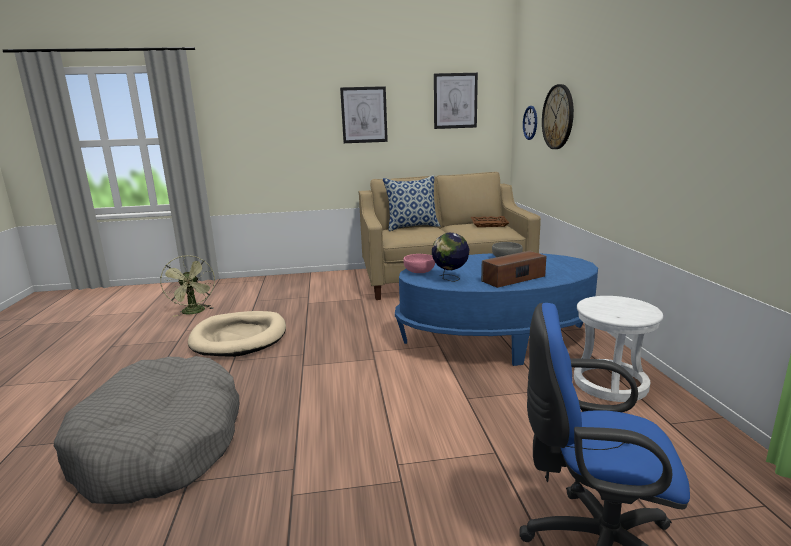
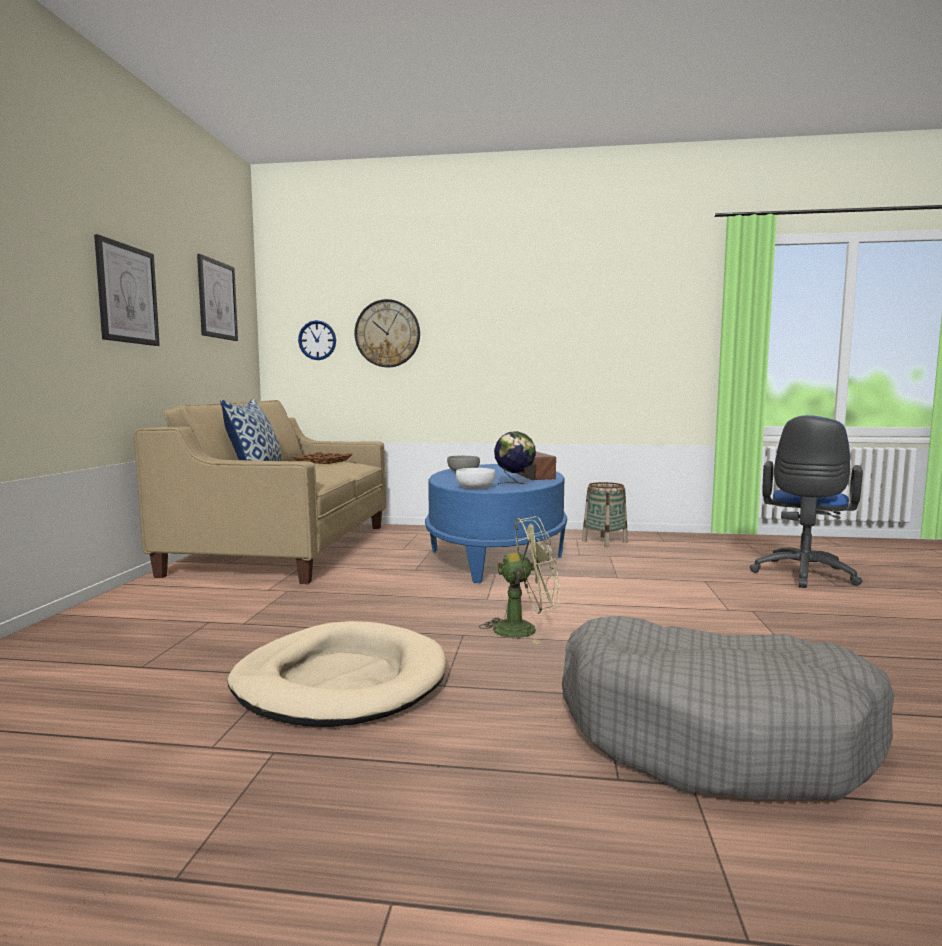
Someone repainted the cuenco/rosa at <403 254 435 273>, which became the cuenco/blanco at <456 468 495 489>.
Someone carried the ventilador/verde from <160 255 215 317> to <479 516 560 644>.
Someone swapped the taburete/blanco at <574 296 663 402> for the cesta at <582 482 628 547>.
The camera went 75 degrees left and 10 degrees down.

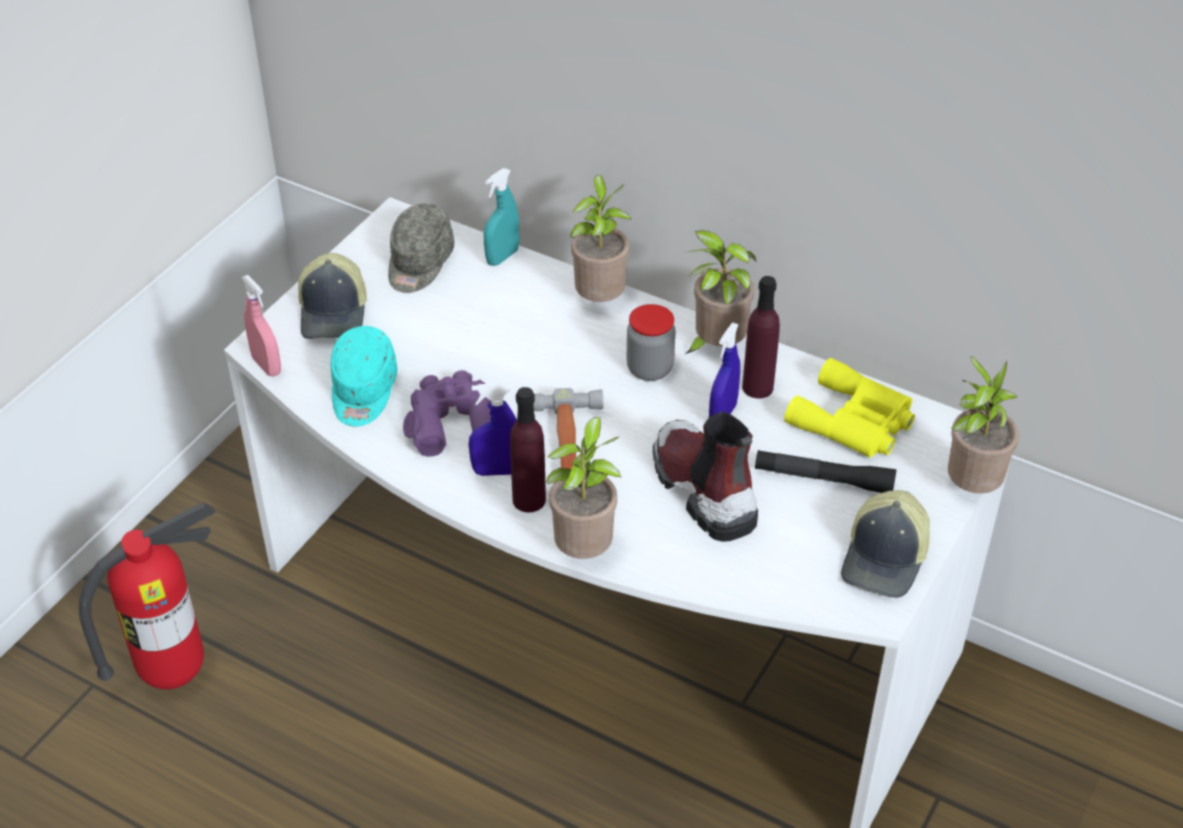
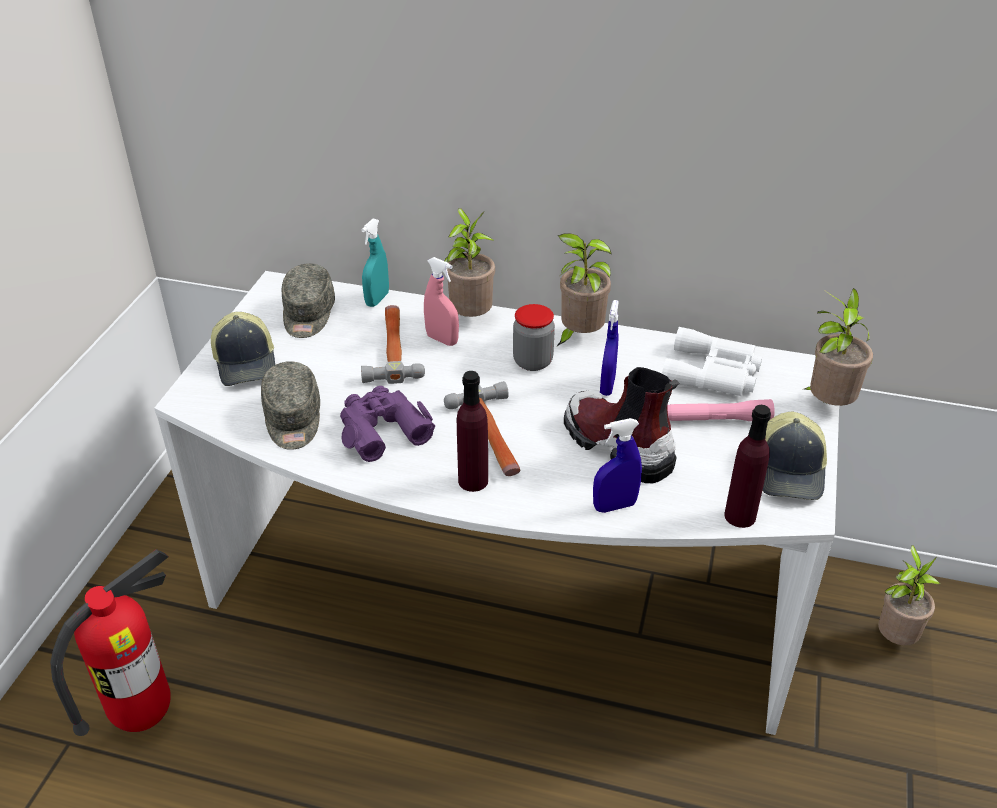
Someone carried the pulverizador/rosa from <242 275 281 376> to <424 257 459 346>.
Someone carried the botella/morado from <742 276 780 398> to <724 405 771 528>.
Someone repainted the gorra/turquesa at <331 326 397 426>, which became the gorra/gris at <261 361 320 450>.
Someone repainted the prismáticos/amarillo at <784 358 915 458>, which became the prismáticos/blanco at <662 327 762 396>.
Someone carried the pulverizador/azul from <469 384 517 476> to <593 418 642 513>.
Someone carried the planta en maceta from <546 417 621 559> to <878 545 940 645>.
Someone repainted the linterna/negro at <755 450 897 493>, which became the linterna/rosa at <667 399 775 421>.
Someone put down the martillo at <361 305 425 384>.
The camera went 15 degrees left and 5 degrees down.

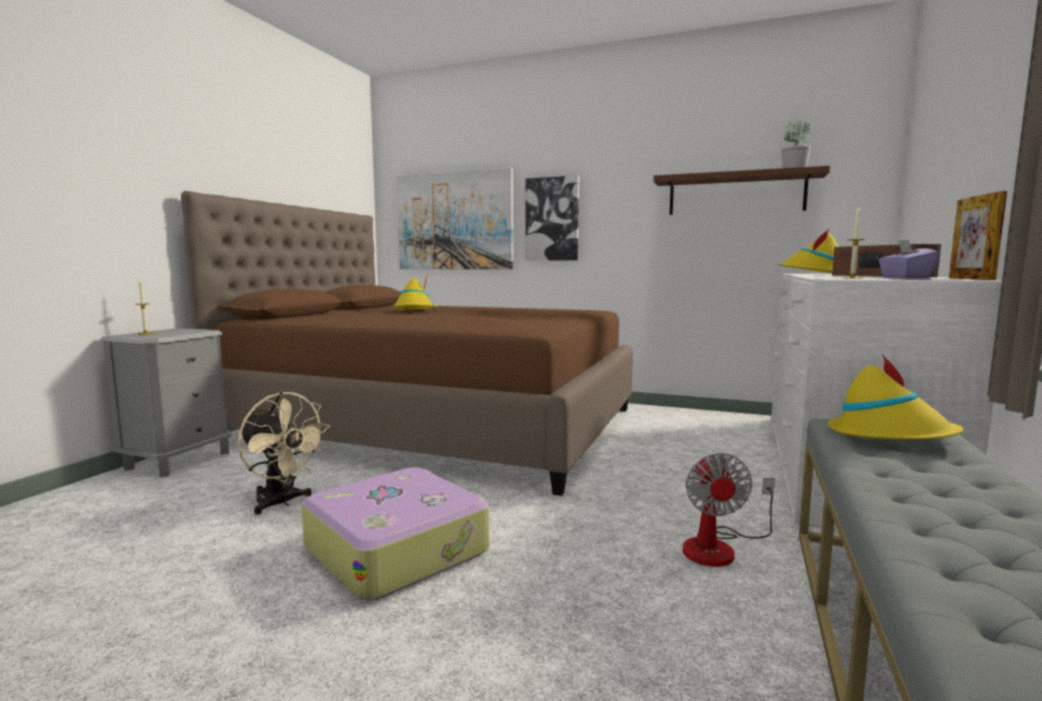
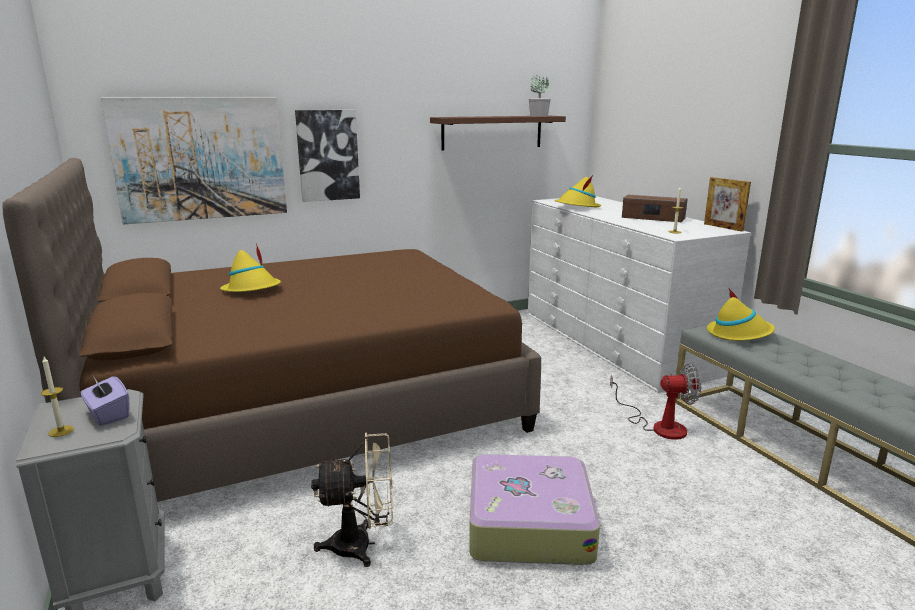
Someone carried the caja de pañuelos/morado from <879 240 939 279> to <80 374 130 426>.
Someone rotated the ventilador at <683 453 775 567> by 45 degrees counterclockwise.
The camera went 45 degrees left and 10 degrees up.

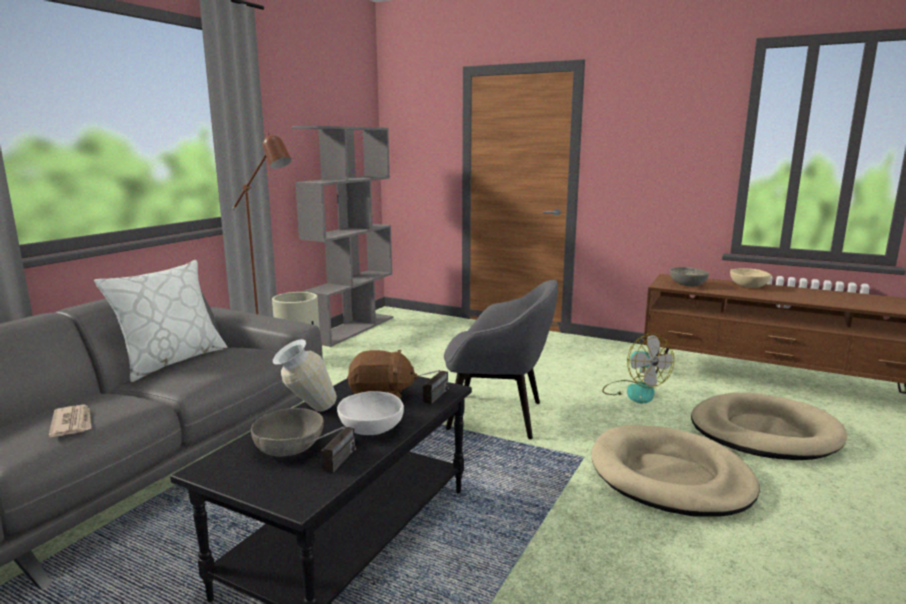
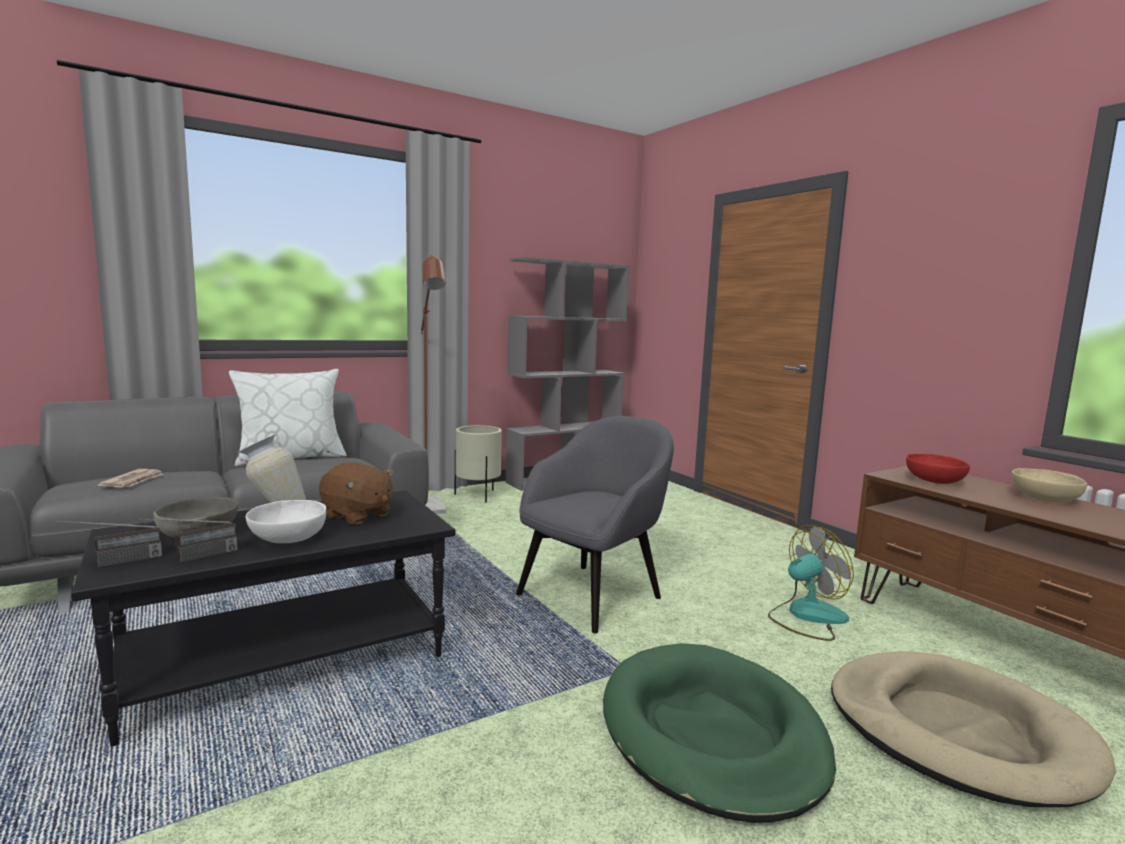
Someone repainted the cuenco/gris at <670 267 709 286>, which became the cuenco/rojo at <906 454 970 484>.
Someone rotated the sillón/gris at <444 280 558 439> by 90 degrees counterclockwise.
Someone rotated the ventilador at <602 333 674 403> by 120 degrees counterclockwise.
Someone carried the radio from <413 370 449 404> to <54 520 163 567>.
Someone repainted the cama para perro/beis at <592 425 759 517>, which became the cama para perro/verde at <603 643 836 823>.
The camera went 30 degrees right and 5 degrees down.

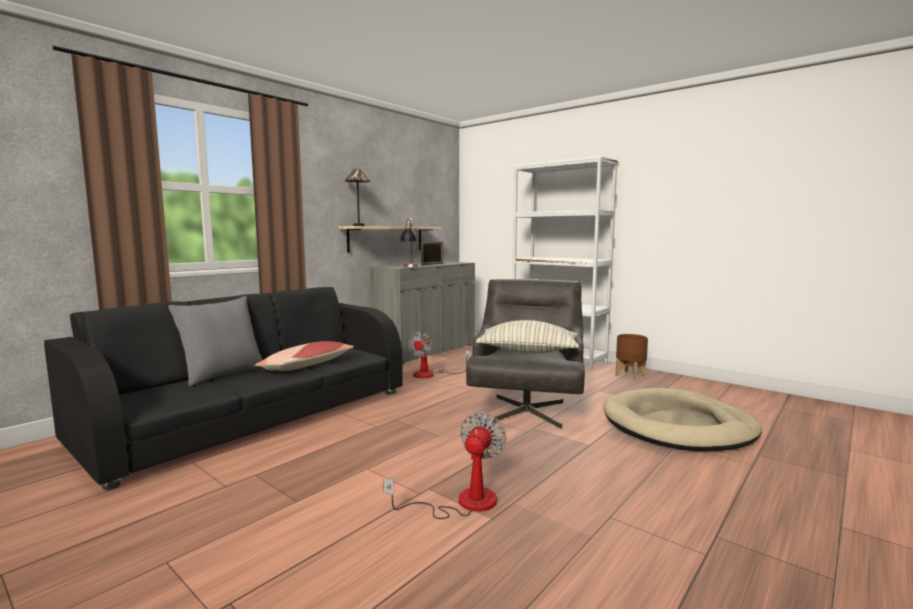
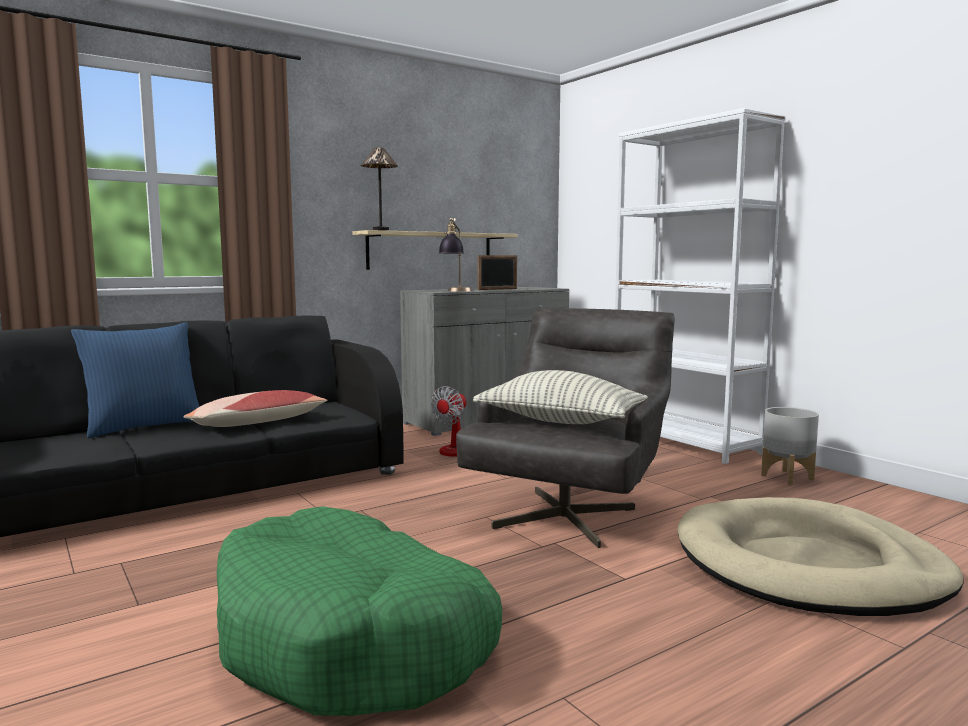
Someone repainted the cojín/gris at <168 296 263 386>, which became the cojín/azul at <71 322 200 438>.
Someone repainted the maceta/marrón at <616 334 648 380>, which became the maceta/gris at <761 407 819 485>.
Someone swapped the ventilador at <383 412 506 519> for the cama para perro/verde at <217 506 502 716>.
The camera went 15 degrees right and 0 degrees up.

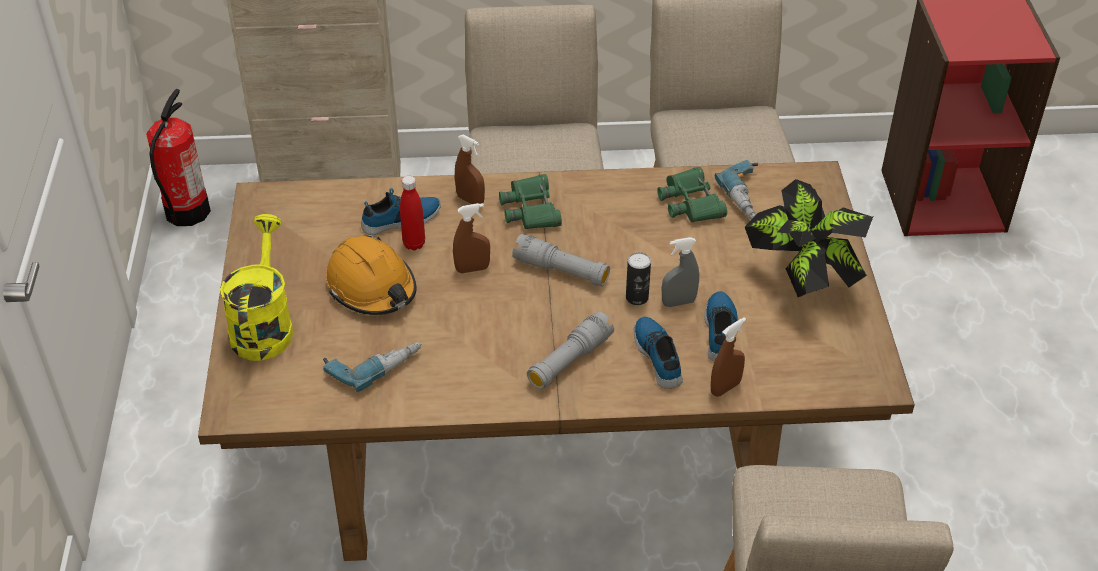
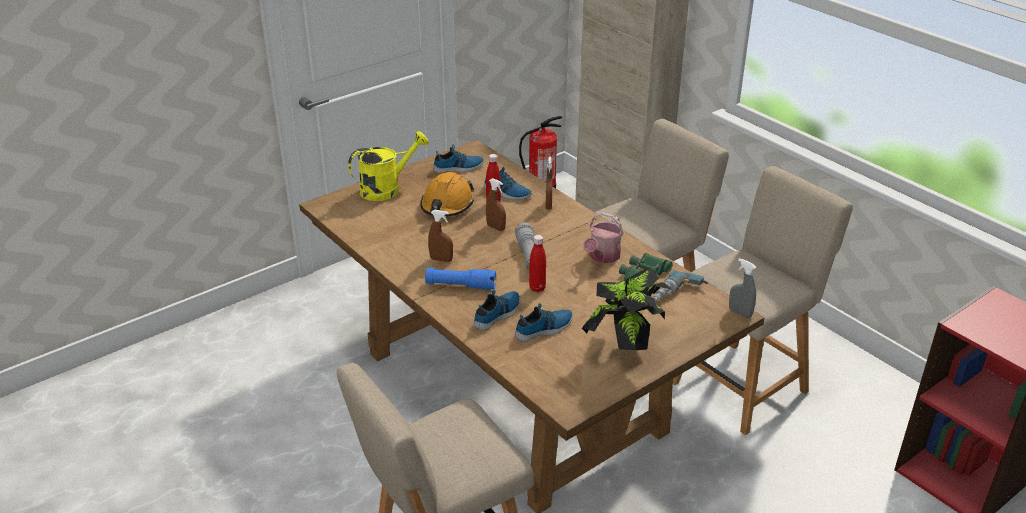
Someone took away the prismáticos/verde at <499 174 562 229>.
Someone carried the pulverizador/gris from <662 237 699 307> to <729 258 756 318>.
Someone swapped the lata at <626 252 651 305> for the botella/rojo at <529 235 546 292>.
Someone repainted the linterna/gris at <527 312 614 389>, which became the linterna/azul at <425 267 496 290>.
Someone carried the pulverizador/marrón from <711 317 746 396> to <428 210 453 262>.
Someone took away the taladro at <323 342 422 392>.
Someone put down the zapato at <433 145 484 173>.
Someone put down the regadera at <583 212 623 263>.
The camera went 55 degrees right and 10 degrees down.

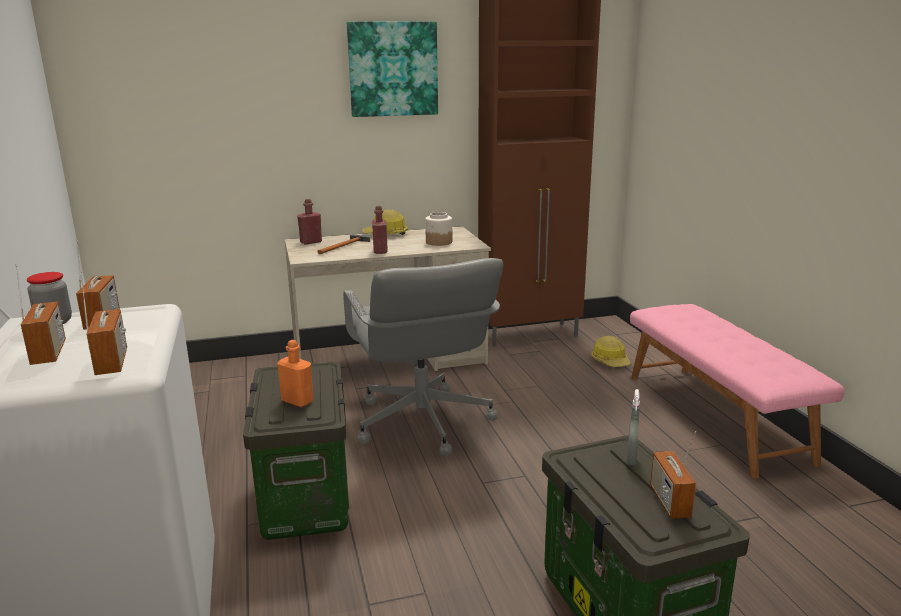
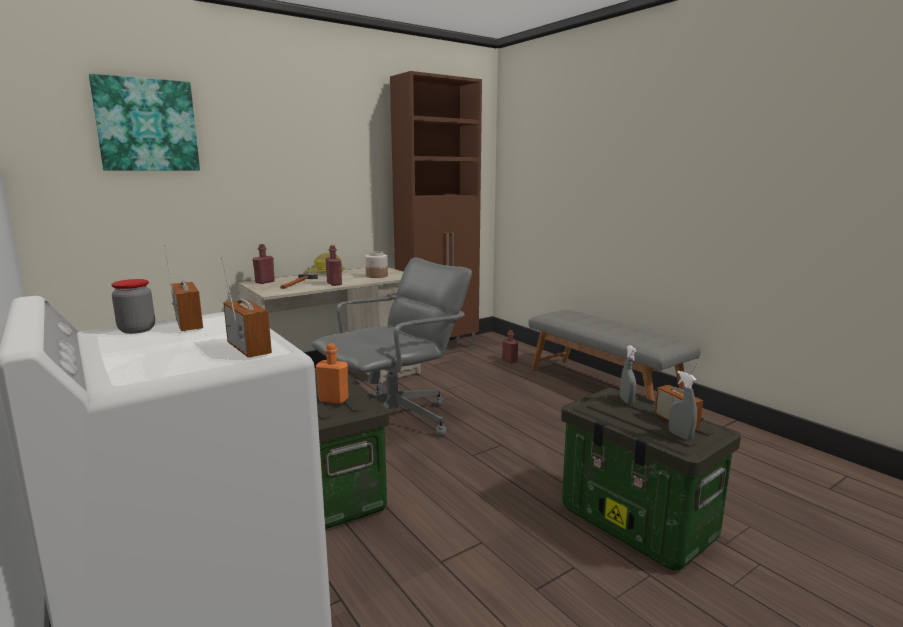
Someone carried the cuadro from <347 21 438 117> to <89 74 200 171>.
Someone rotated the silla de oficina/gris at <343 258 503 456> by 90 degrees counterclockwise.
Someone took away the radio at <16 264 66 365>.
Someone repainted the banco/rosa at <630 304 845 479>, which became the banco/gris at <529 310 701 401>.
Someone swapped the casco at <591 335 631 367> for the botella/rojo at <502 330 518 363>.
Someone put down the pulverizador/gris at <669 371 697 441>.
The camera went 20 degrees left and 5 degrees down.

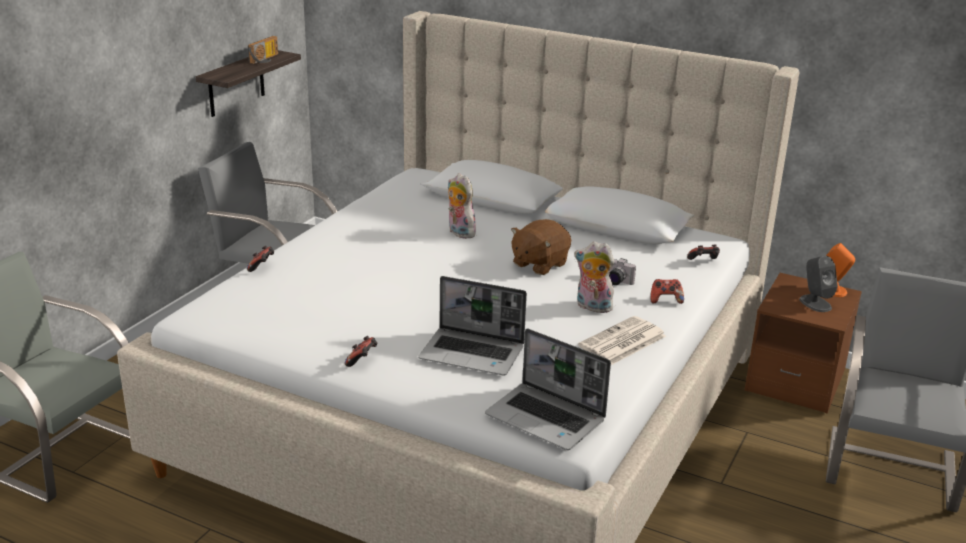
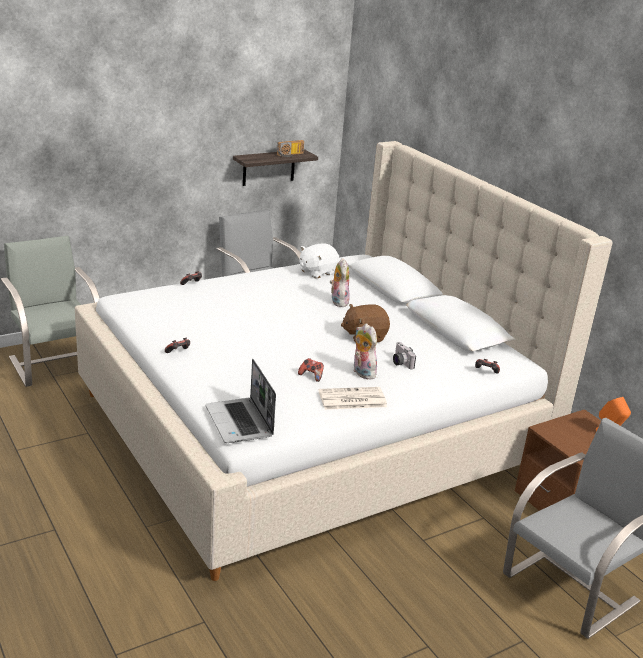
Someone took away the altavoz/gris at <799 256 838 312>.
Someone took away the portátil at <418 276 527 376>.
Someone carried the mando de consola from <651 279 684 304> to <298 358 324 382>.
Someone put down the peluche/blanco at <300 243 340 278>.
The camera went 30 degrees right and 0 degrees up.

